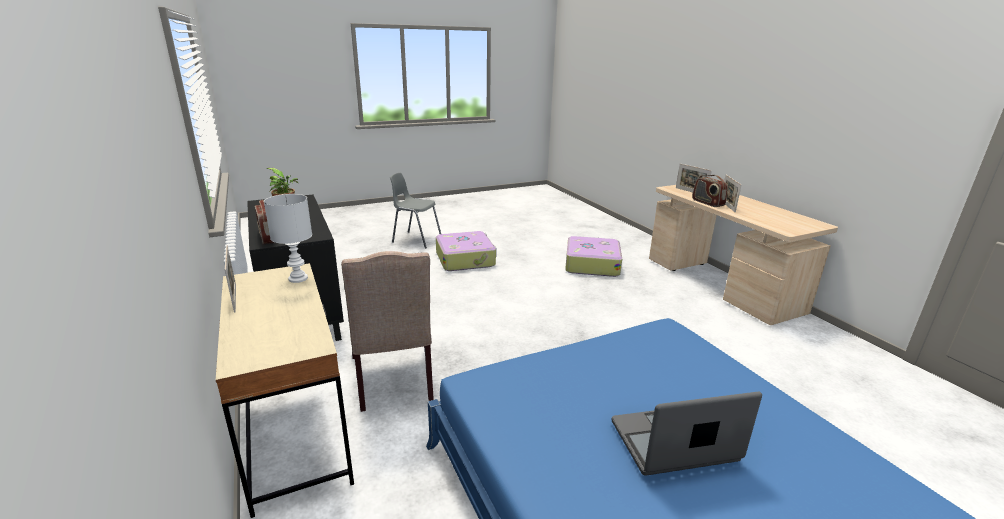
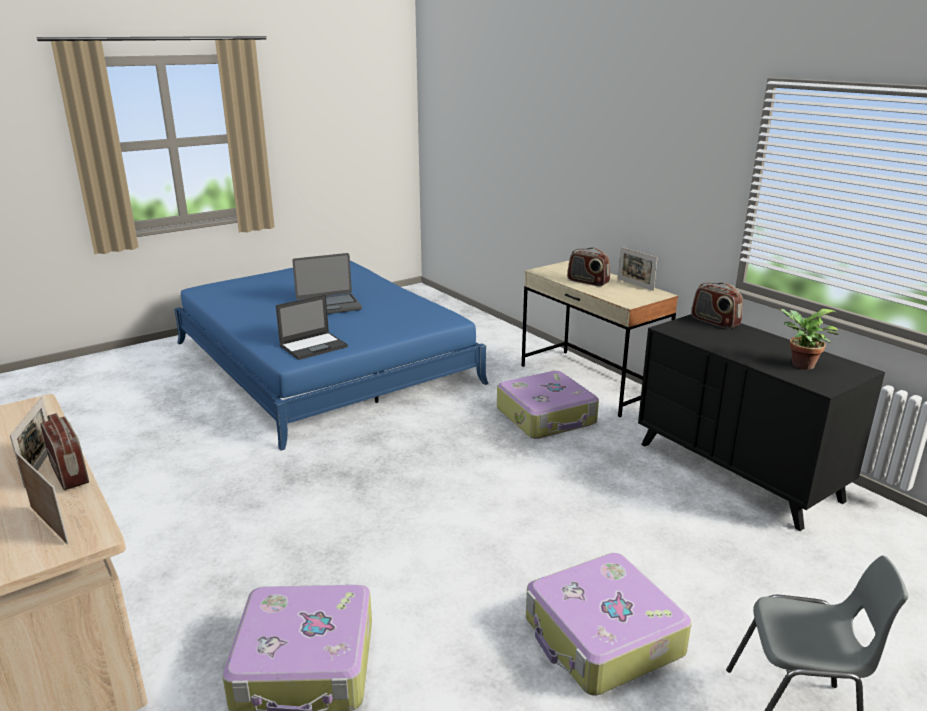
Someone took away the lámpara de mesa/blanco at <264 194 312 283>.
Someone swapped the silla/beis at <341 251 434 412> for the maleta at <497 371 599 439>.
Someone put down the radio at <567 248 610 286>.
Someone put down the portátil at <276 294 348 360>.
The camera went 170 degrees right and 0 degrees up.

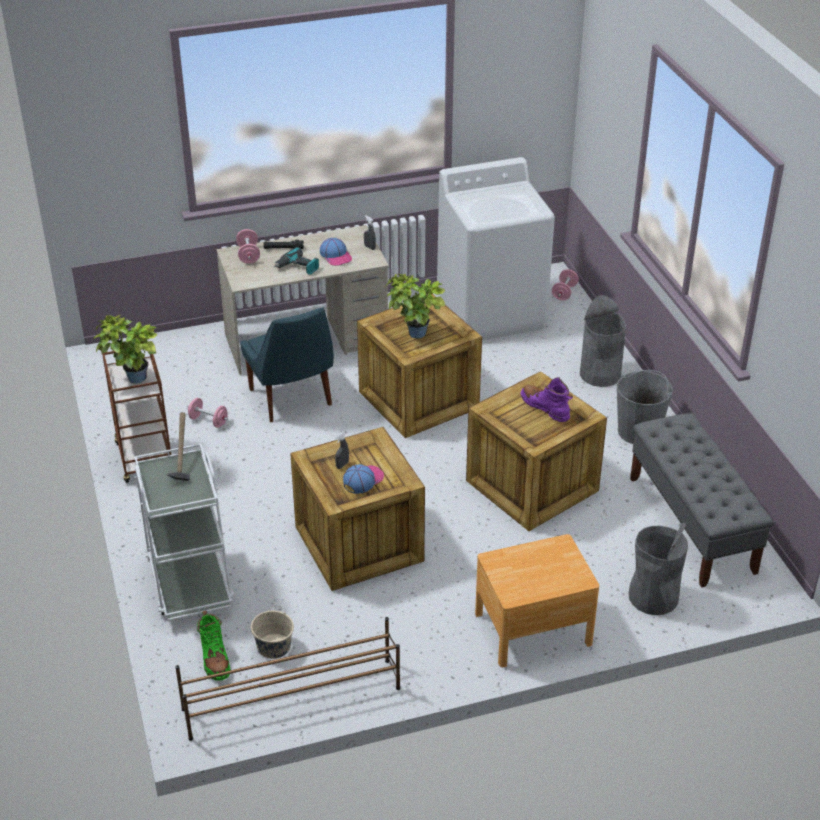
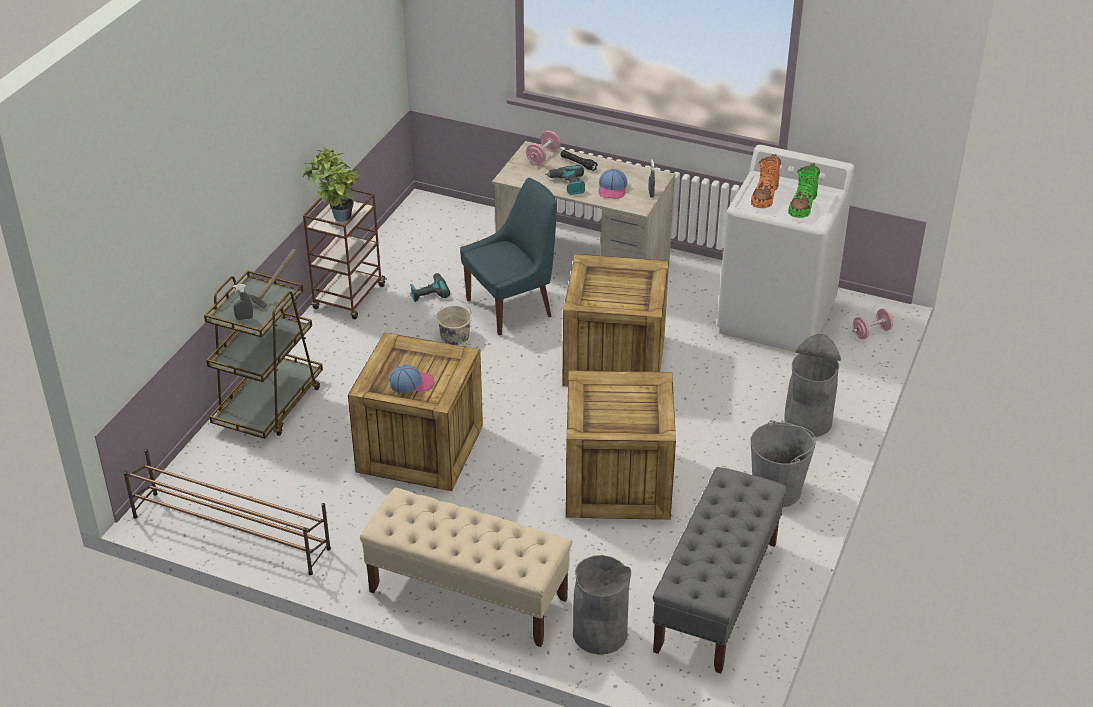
Someone took away the planta en maceta at <384 274 445 339>.
Someone rotated the silla/azul at <240 308 334 422> by 135 degrees counterclockwise.
Someone took away the bota/morado at <520 377 573 422>.
Someone swapped the mancuerna/rosa at <187 398 228 428> for the taladro at <409 273 450 302>.
Someone carried the pulverizador/gris from <335 432 349 469> to <233 284 253 320>.
Someone repainted the carrito/blanco at <134 444 234 621>, which became the carrito/marrón at <204 270 323 439>.
Someone swapped the mesita de noche/marrón at <475 534 599 667> for the banco/beis at <360 487 572 647>.
Someone carried the cubo/beis from <251 606 294 659> to <436 299 472 345>.
Someone carried the bota/verde from <197 610 231 681> to <788 163 820 218>.
Someone put down the bota/naranja at <751 154 781 208>.
The camera went 40 degrees right and 0 degrees up.

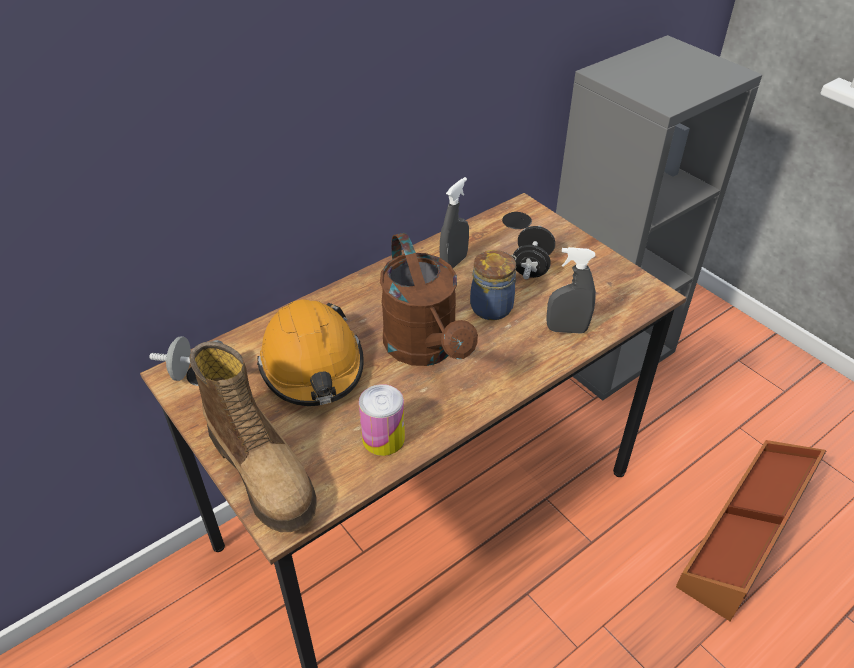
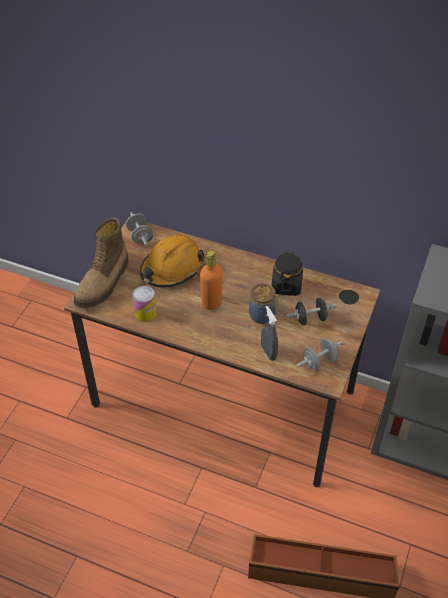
Someone swapped the pulverizador/gris at <440 177 469 268> for the tarro/negro at <272 252 303 296>.
Someone swapped the regadera/marrón at <380 233 478 366> for the botella/naranja at <200 251 223 310>.
Someone put down the mancuerna/gris at <297 338 343 371>.
The camera went 60 degrees right and 5 degrees up.

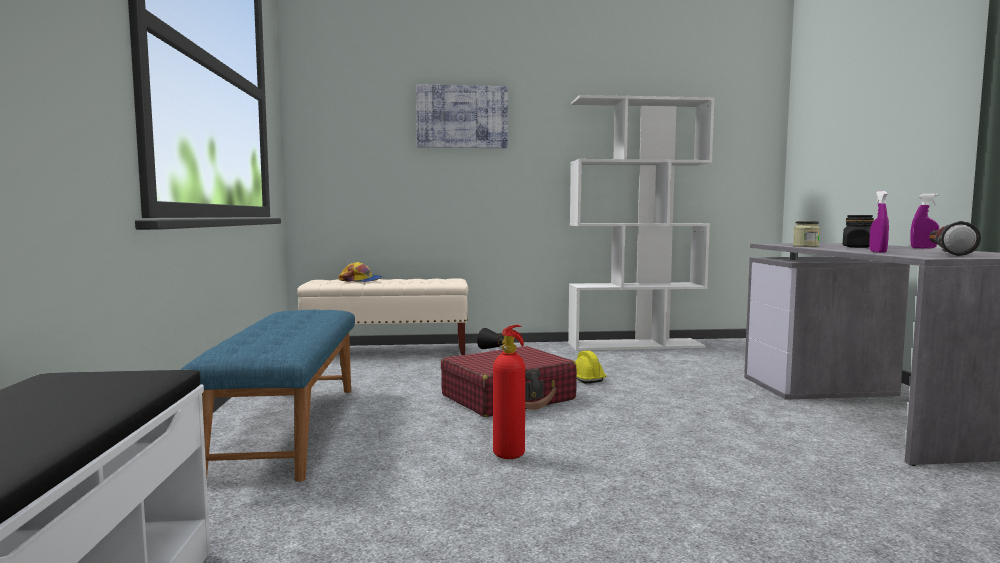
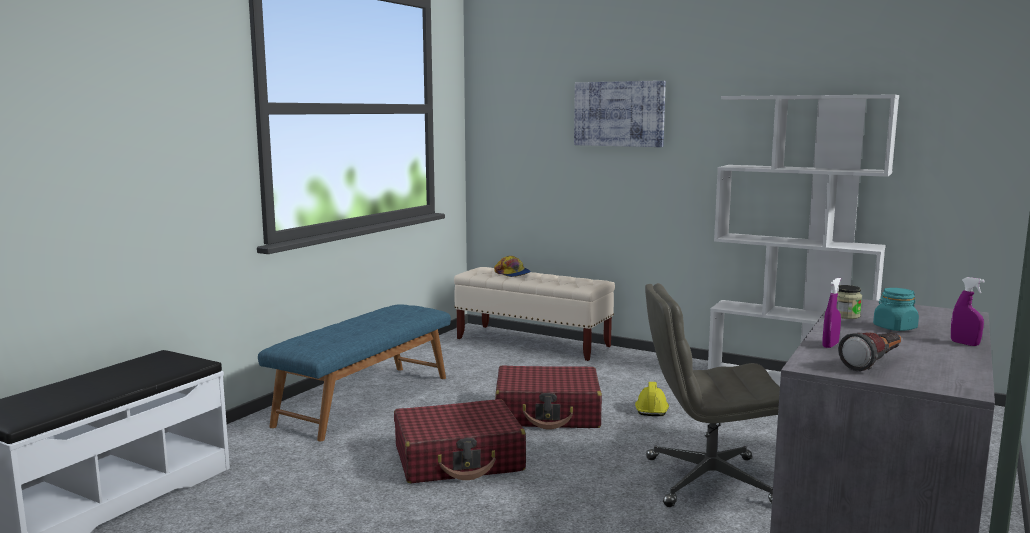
Someone repainted the tarro/negro at <843 215 874 248>, which became the tarro/turquesa at <873 288 919 331>.
Someone swapped the extintor at <477 324 525 459> for the maleta/rojo at <394 399 526 483>.
Someone put down the silla de oficina/gris at <645 283 780 507>.
The camera went 35 degrees right and 5 degrees up.

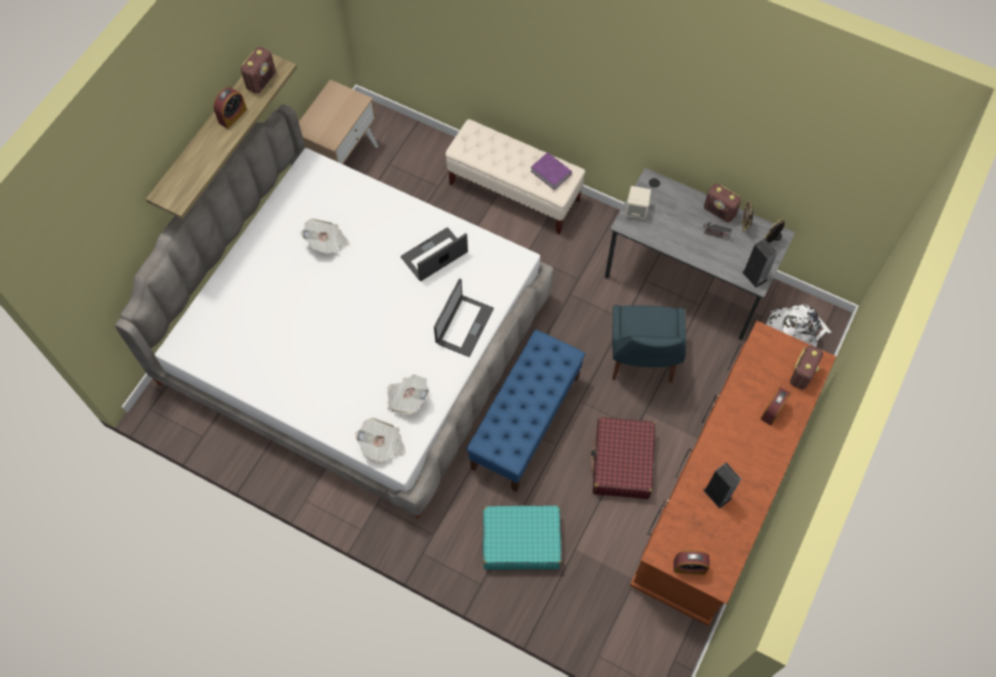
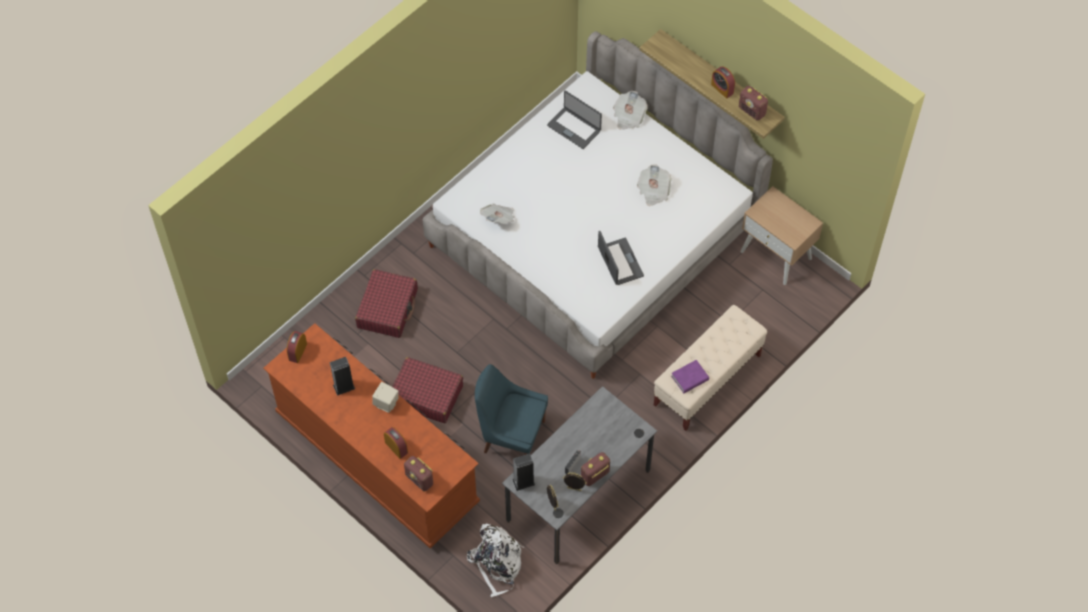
Someone carried the altavoz/beis from <625 186 651 219> to <372 382 398 413>.
Someone carried the portátil from <434 278 494 357> to <547 90 602 149>.
Someone took away the banco/azul at <466 330 585 492>.
Someone carried the periódico from <355 418 406 463> to <613 91 648 130>.
Someone repainted the maleta/turquesa at <483 504 561 570>, which became the maleta/rojo at <355 269 418 338>.
The camera went 105 degrees right and 5 degrees down.

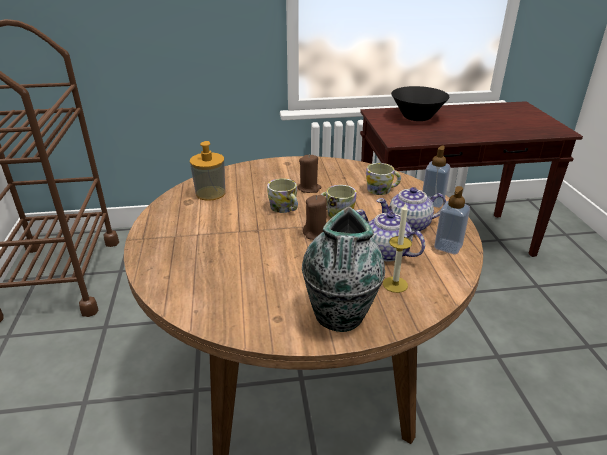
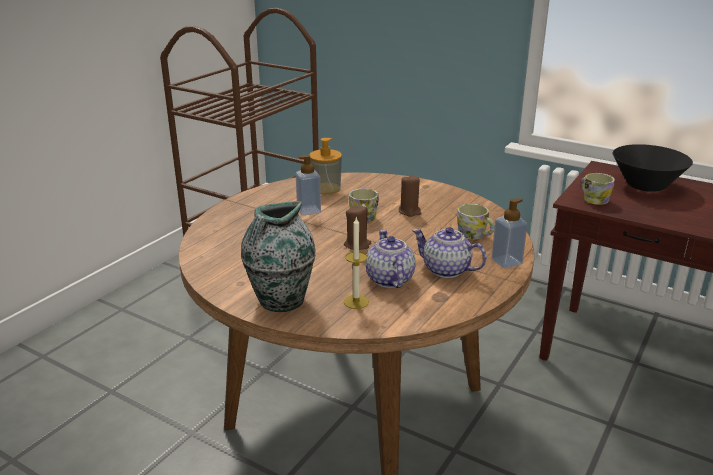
Someone carried the taza grande from <320 185 356 218> to <581 173 615 205>.
Someone carried the dispensador de jabón from <434 186 470 255> to <296 155 321 215>.
The camera went 40 degrees right and 5 degrees down.

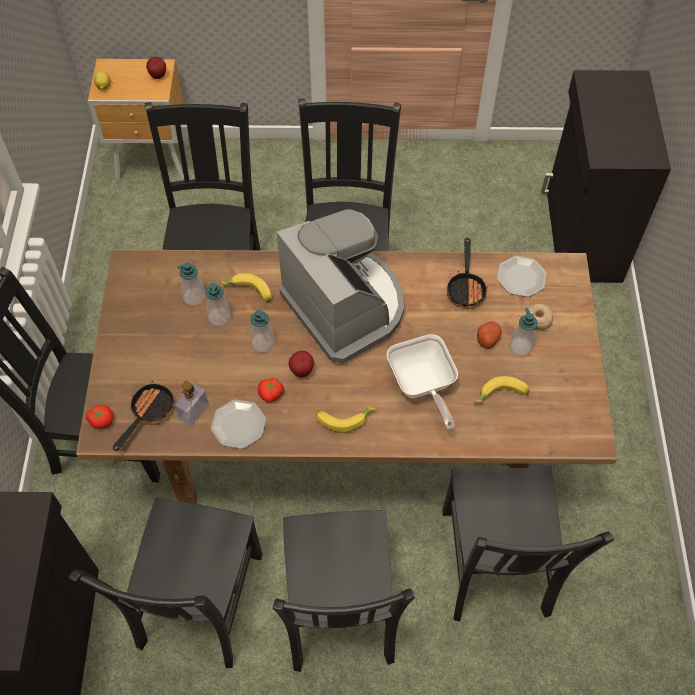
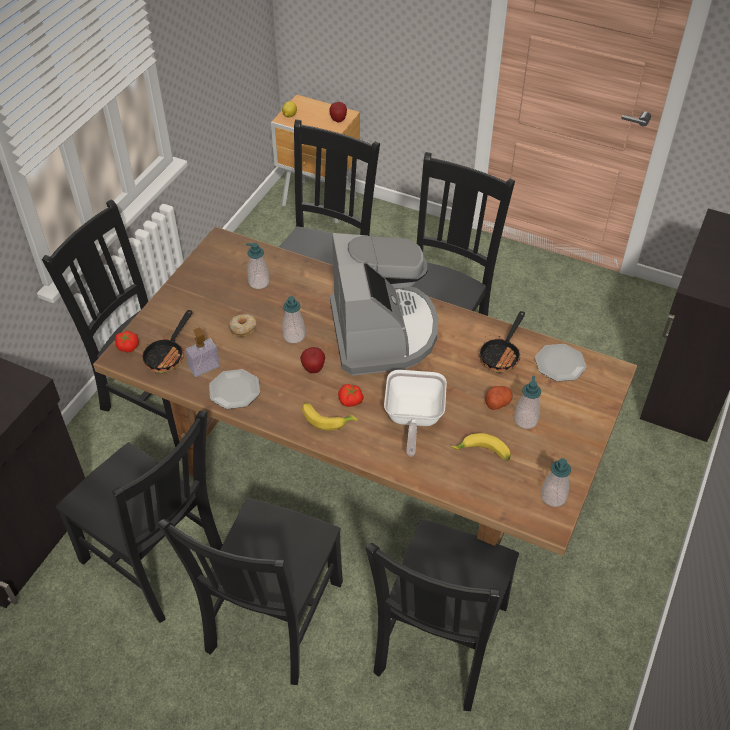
Someone took away the plátano at <220 273 272 303>.
Someone carried the dispensador de jabón from <205 283 231 326> to <541 458 571 507>.
Someone carried the rosquilla from <526 304 553 331> to <229 314 256 337>.
Someone rotated the sartén at <113 378 174 451> by 150 degrees clockwise.
Someone carried the tomate from <258 378 284 402> to <338 384 364 407>.
Someone rotated the silla/negro at <68 498 262 668> by 90 degrees counterclockwise.
The camera went 25 degrees right and 10 degrees down.

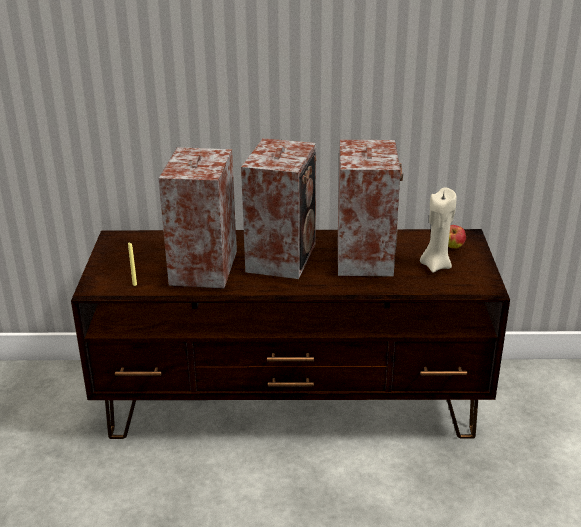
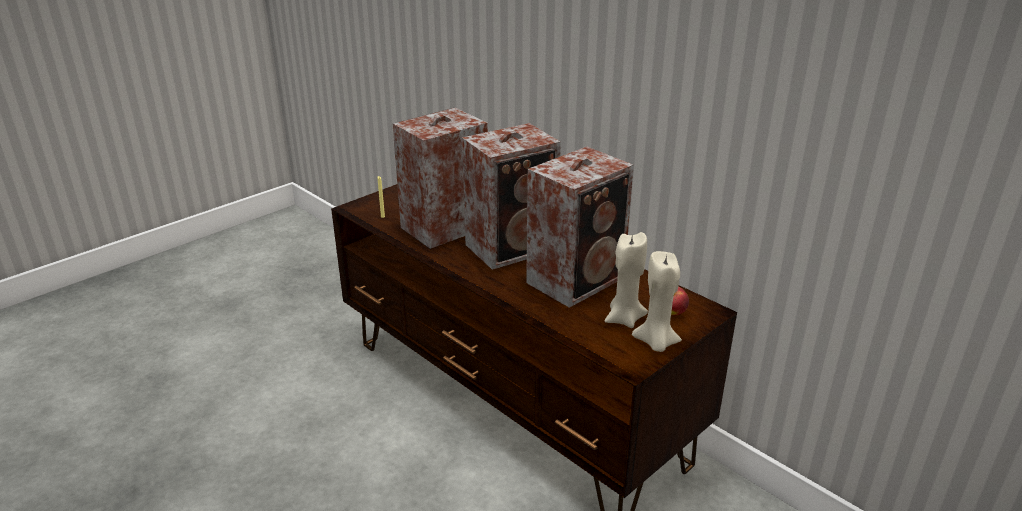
Someone put down the vela/beis at <632 251 682 352>.
The camera went 45 degrees right and 0 degrees up.

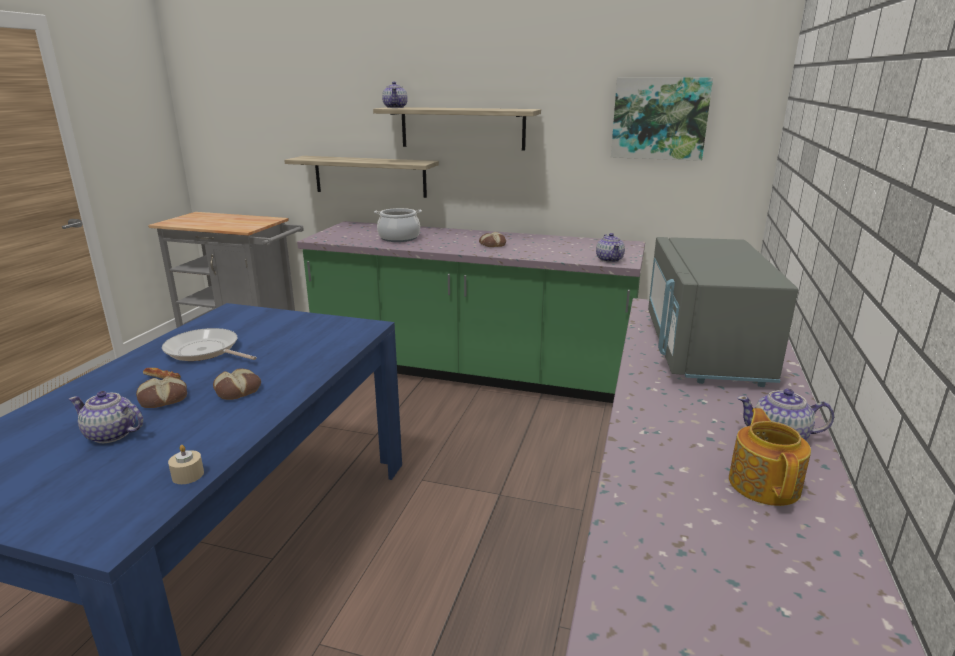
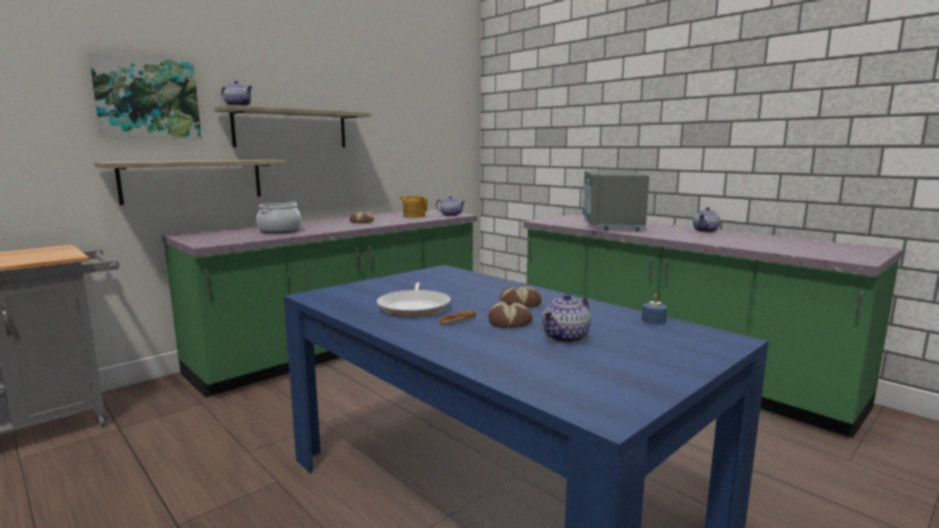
Someone carried the cuadro from <611 78 713 161> to <88 52 202 139>.
Someone rotated the microondas/gris at <648 237 798 387> by 60 degrees clockwise.
Someone rotated the sartén at <162 328 257 361> by 60 degrees counterclockwise.
Someone carried the tetera from <729 408 811 506> to <400 196 428 218>.
Someone repainted the vela/beis at <168 445 204 484>, which became the vela/azul at <642 294 667 324>.
The camera went 60 degrees left and 10 degrees down.

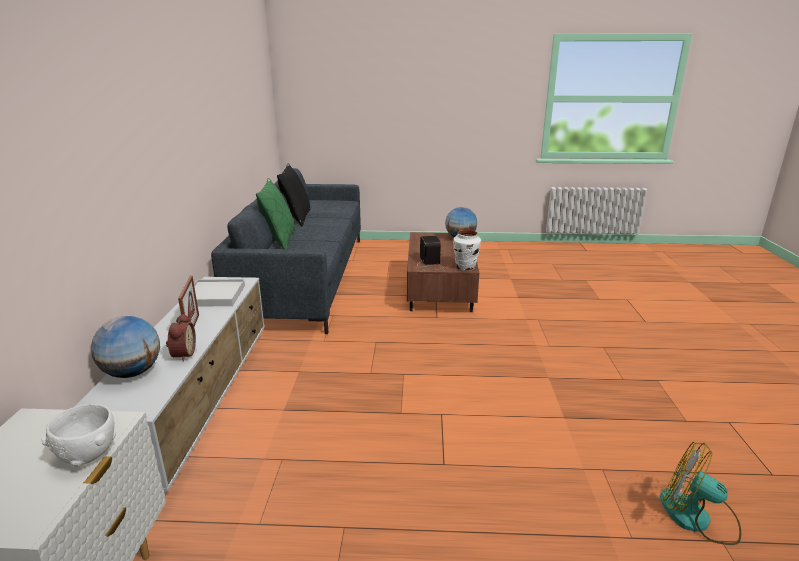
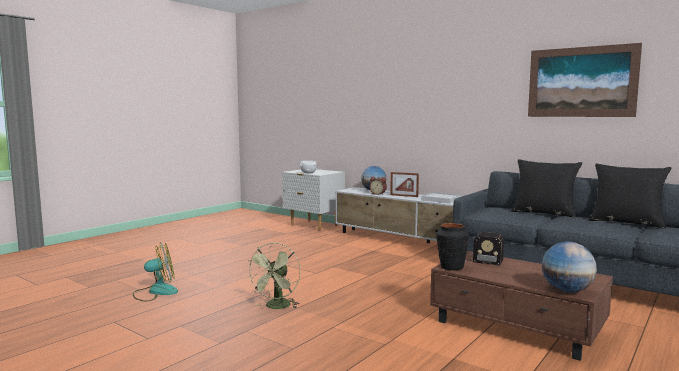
Someone repainted the cojín/verde at <256 178 295 249>, which became the cojín/negro at <511 159 582 218>.
Someone repainted the florero/blanco at <453 230 481 271>, which became the florero/negro at <436 223 469 270>.
Someone put up the cuadro at <528 43 642 117>.
Someone put down the ventilador/verde at <246 242 300 309>.
The camera went 125 degrees right and 15 degrees down.

